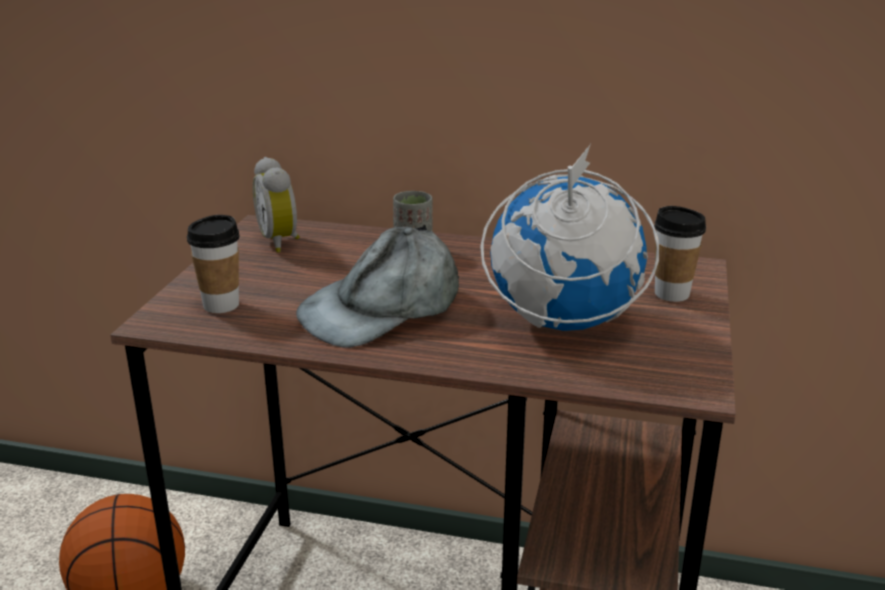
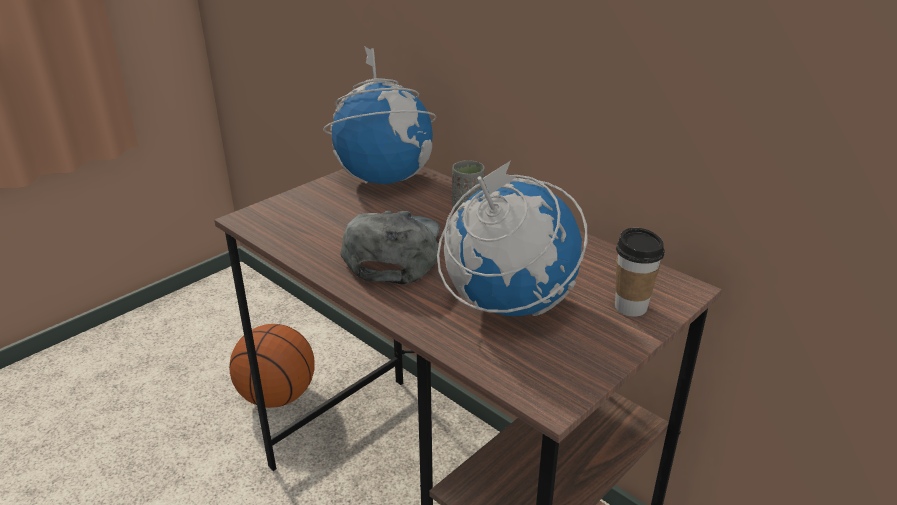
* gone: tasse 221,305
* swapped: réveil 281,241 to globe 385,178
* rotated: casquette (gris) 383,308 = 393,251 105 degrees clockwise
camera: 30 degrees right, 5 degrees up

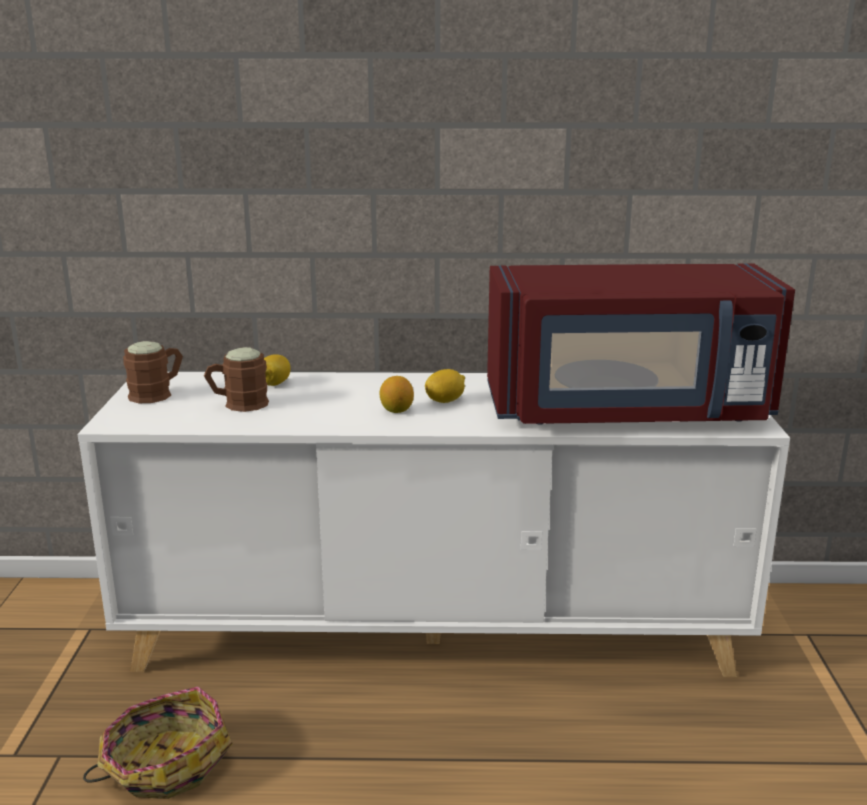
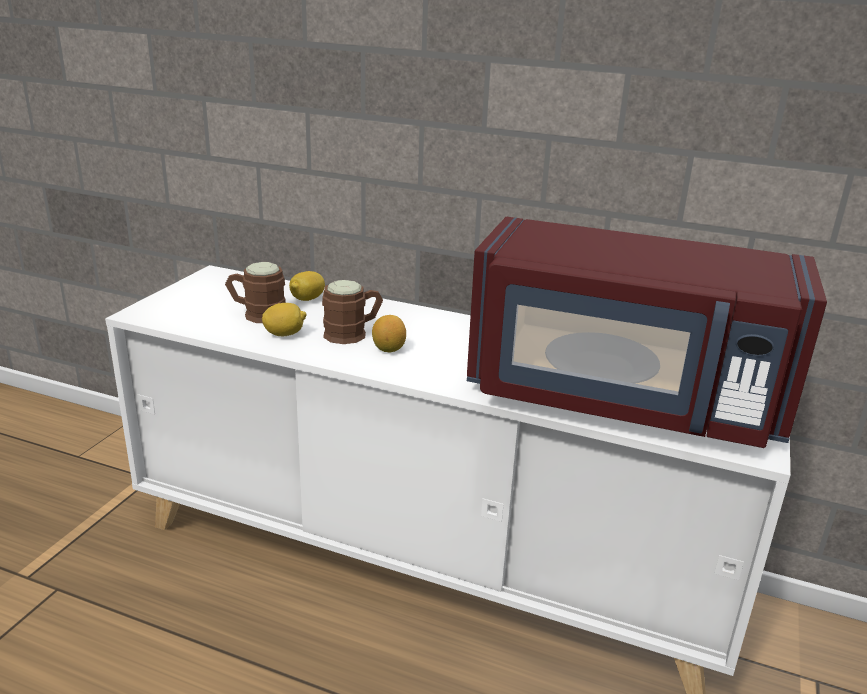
* gone: panier 165,763
* shifted: mug (marron) 157,393 to 353,333
* shifted: citron 445,401 to 284,334
camera: 20 degrees right, 5 degrees up

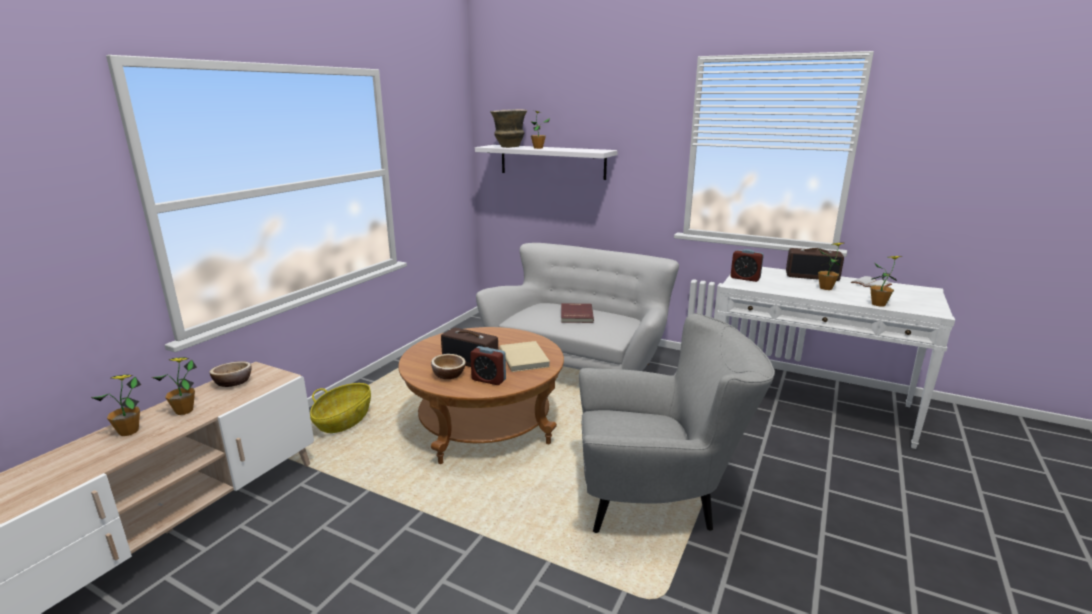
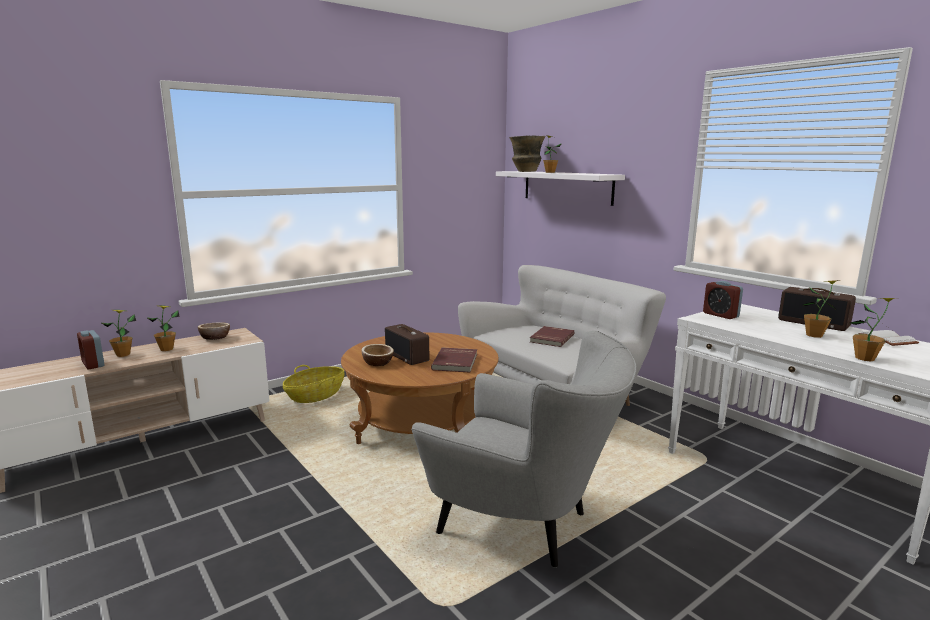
* shifted: réveil 488,380 to 93,364
* repainted: livre (beige) 525,358 to livre (rouge) 456,362
camera: 25 degrees right, 5 degrees down

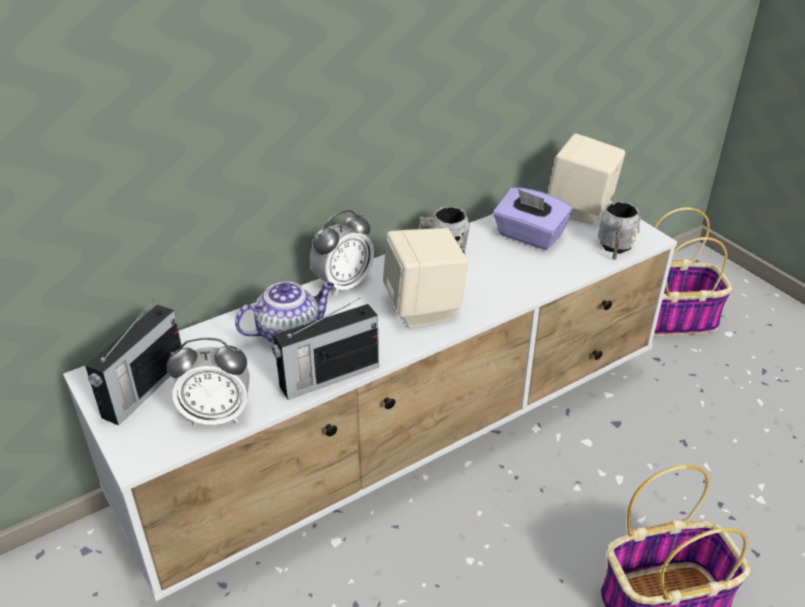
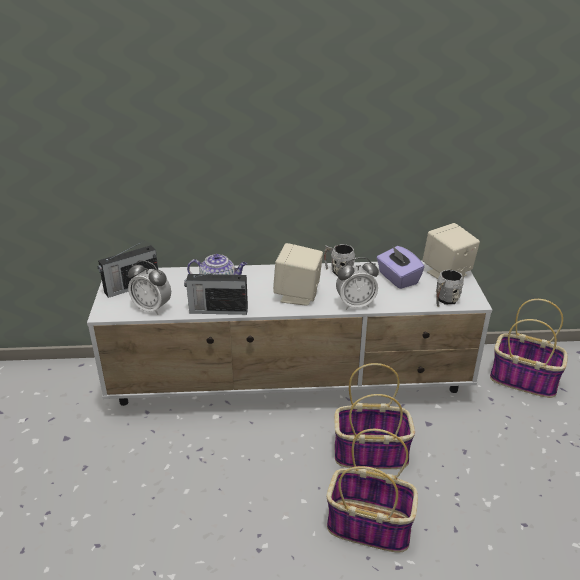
* new: panier 371,453
* shifted: réveil 343,284 to 355,304
camera: 30 degrees right, 5 degrees down

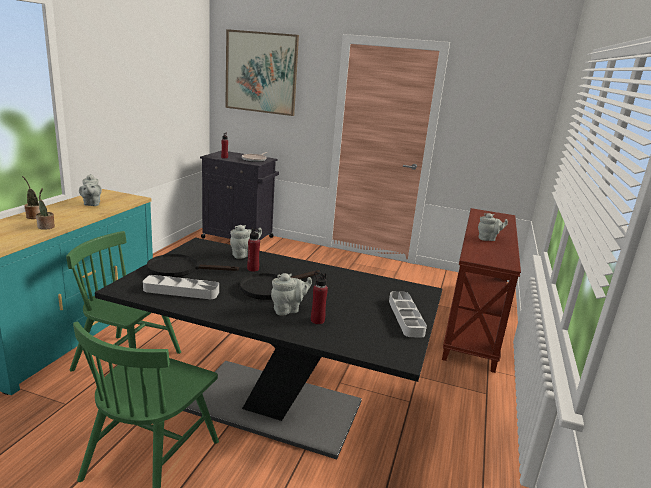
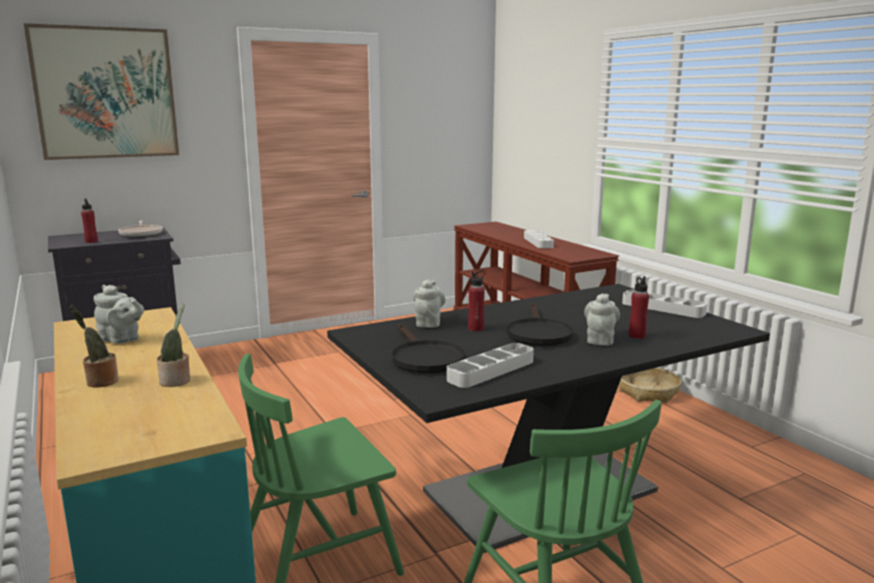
* new: panier 648,392
* swapped: théière (gris) 488,239 to plateau (gris) 538,242
* rotated: poêle (noir) 180,269 = 423,358 60 degrees counterclockwise
camera: 45 degrees left, 5 degrees down

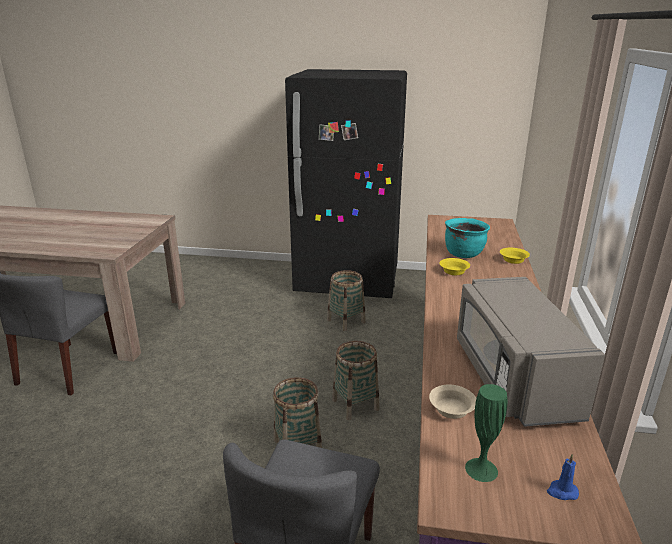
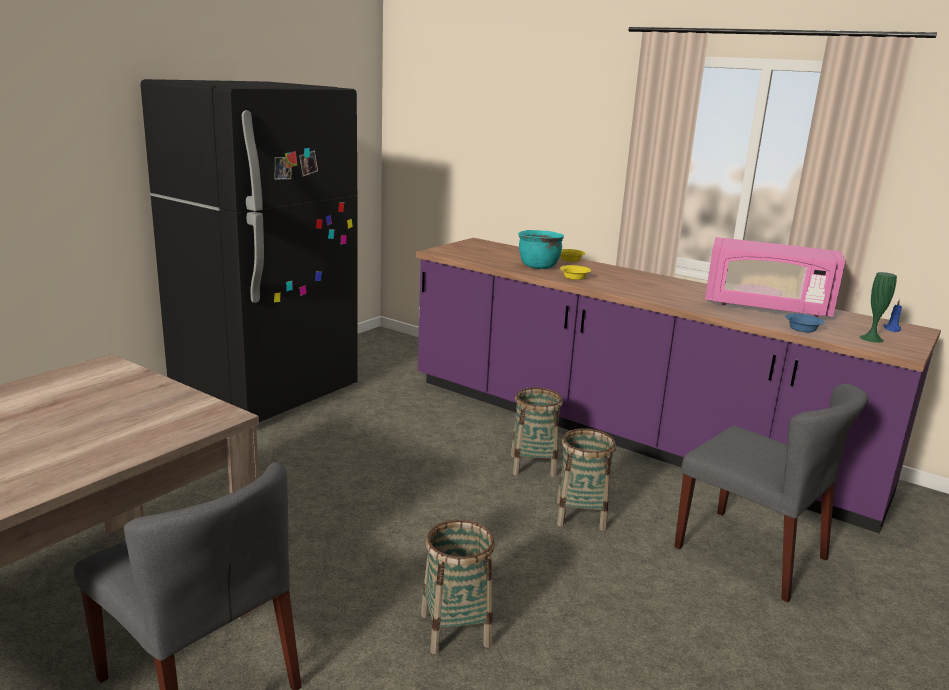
* shifted: panier 346,321 to 456,630
* repainted: bol (beige) 452,410 to bol (bleu) 803,329
* repainted: micro-ondes (gris) 513,378 to micro-ondes (rose) 766,307
camera: 65 degrees left, 5 degrees down

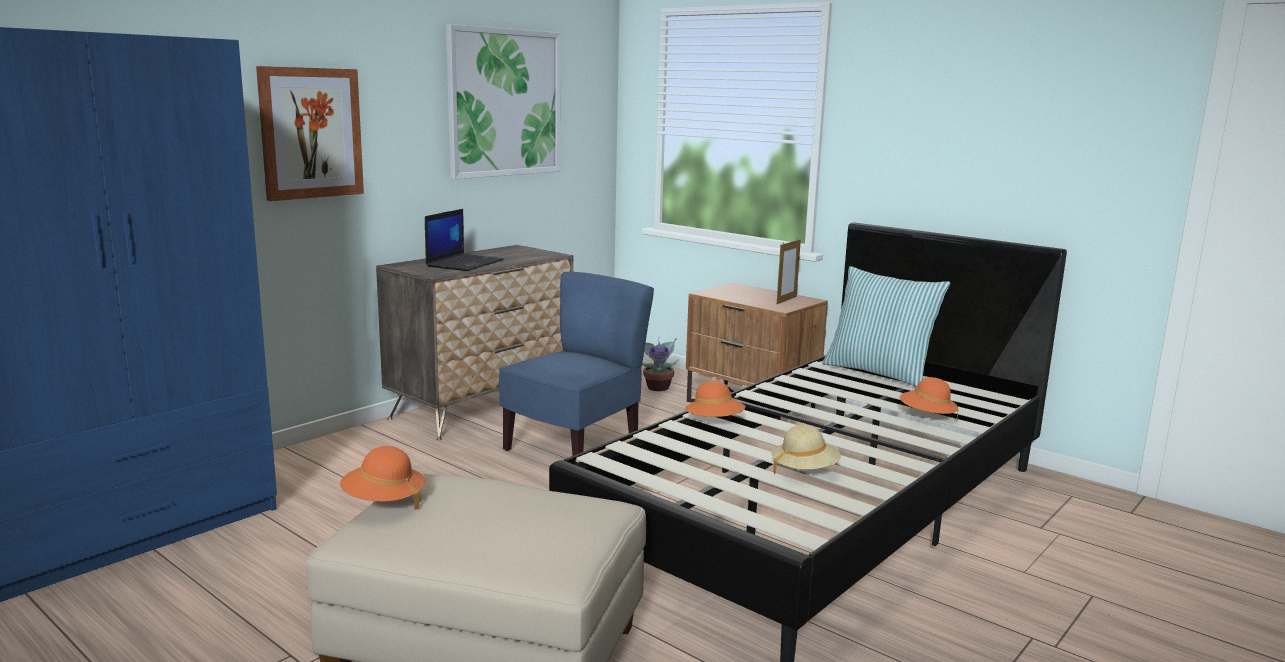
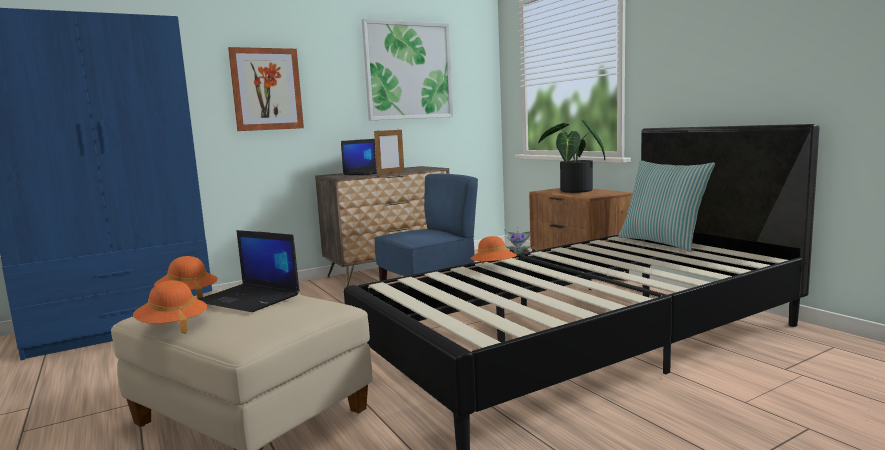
* gone: chapeau (beige) 804,470
* new: ordinateur portable 250,298
* new: plante en pot 573,191
* shifted: cadre photo 786,300 to 390,173
* shifted: chapeau (orange) 927,416 to 172,326
camera: 20 degrees right, 5 degrees down

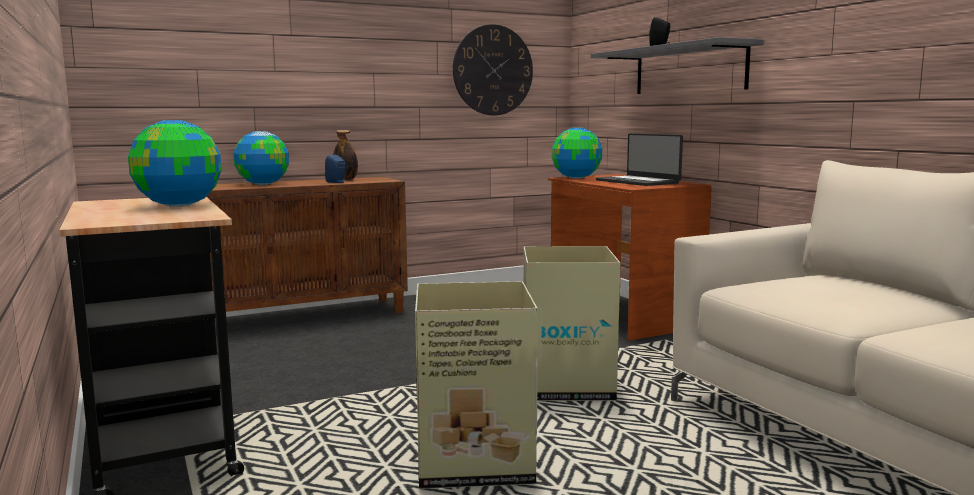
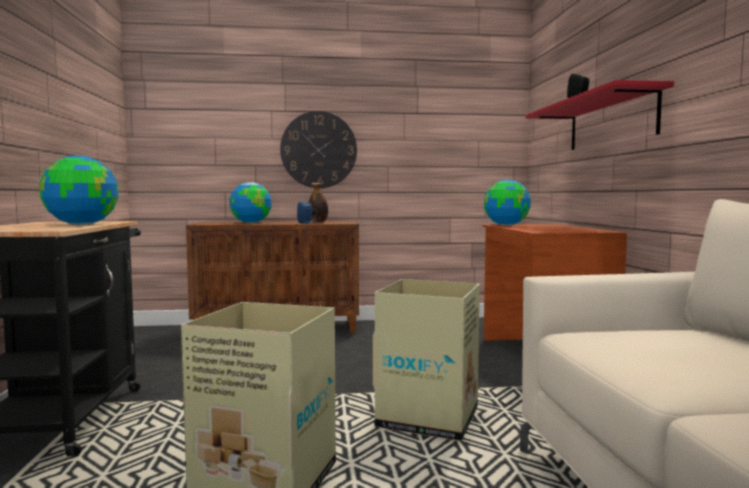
* gone: ordinateur portable 638,181
* shifted: horloge murale 493,70 to 318,150
* repainted: étagère (gris) 689,70 to étagère (rouge) 610,122
camera: 20 degrees right, 5 degrees down

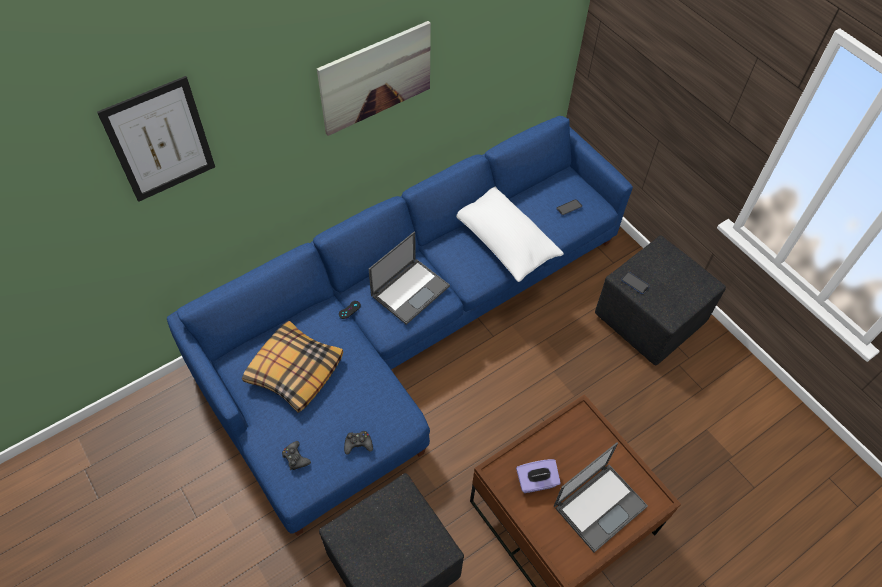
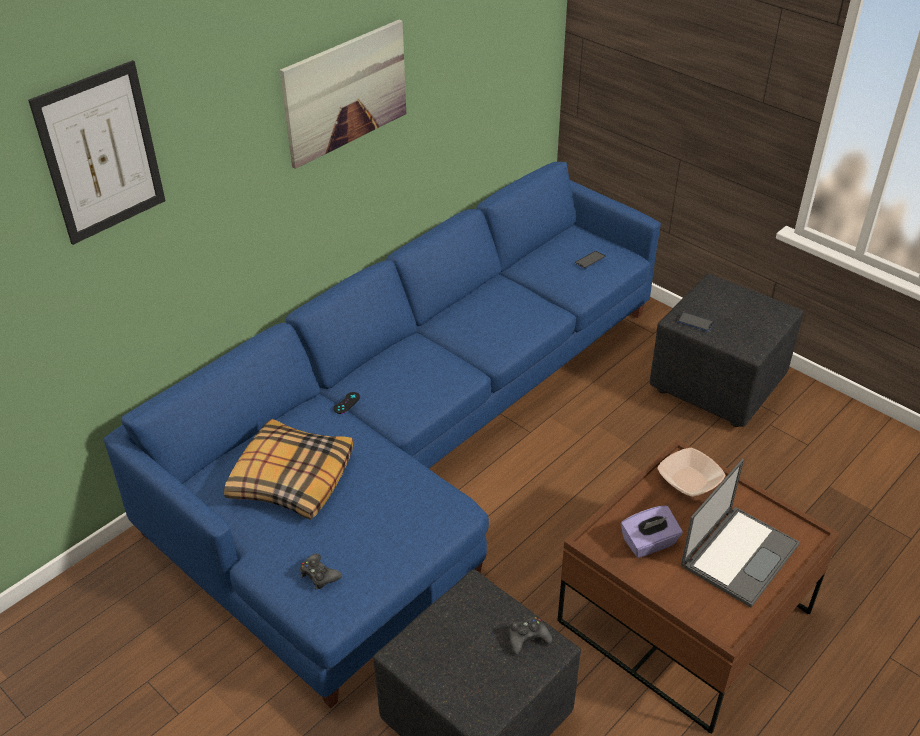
* gone: ordinateur portable 410,290
* gone: coussin (blanc) 504,242
* new: bol 689,480
* shifted: manette (noir) 358,444 to 527,638
camera: 10 degrees left, 15 degrees down

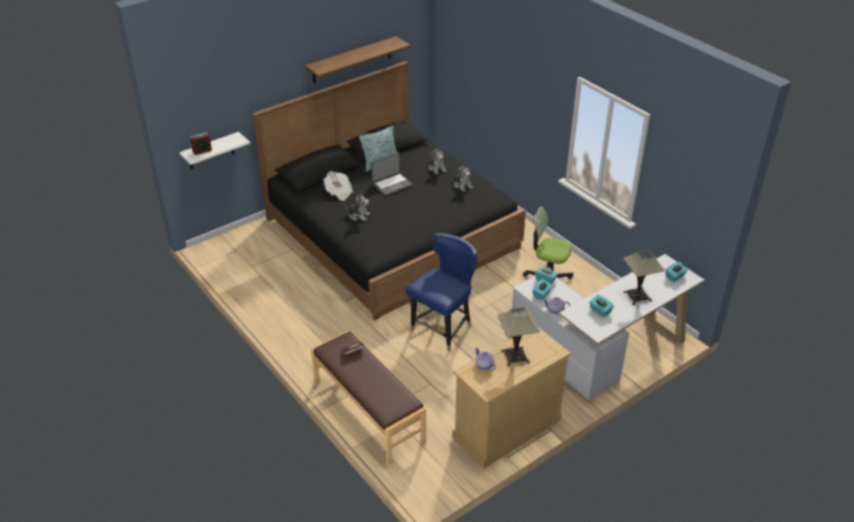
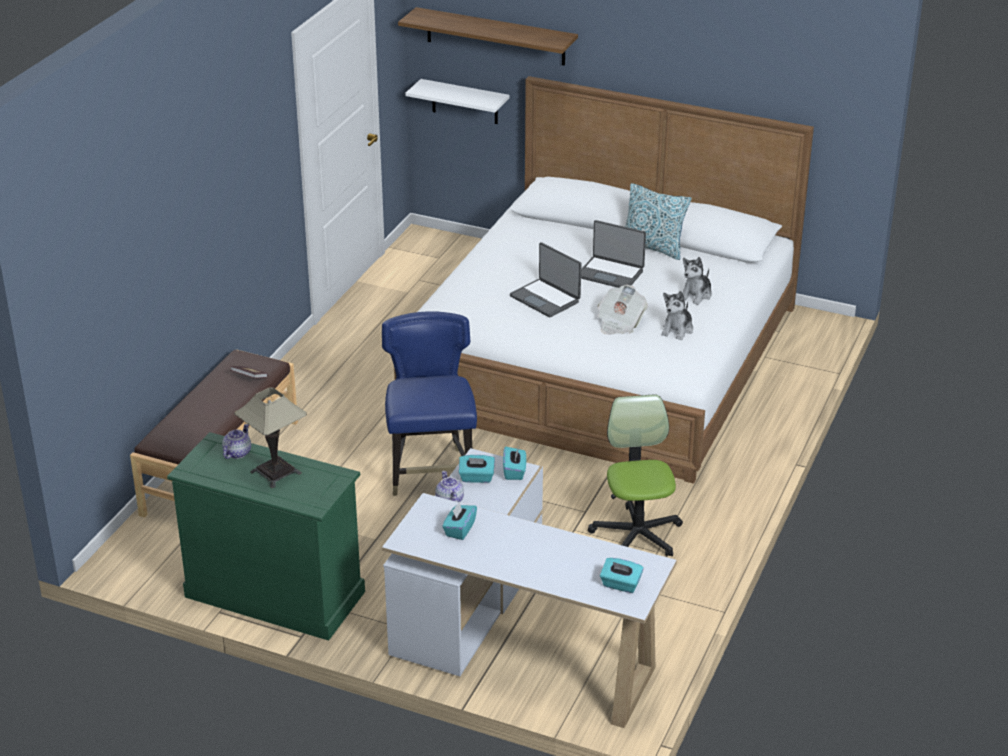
* gone: réveil 202,151
* gone: peluche 358,215
* gone: lampe de table 637,296
* new: ordinateur portable 546,299
* shifted: étagère 352,60 to 495,36
* shifted: journal 339,192 to 619,323
* repainted: lit (noir) 391,232 to lit (blanc) 603,356
* repainted: commode (beige) 506,428 to commode (vert) 275,594
* rotated: chaise (bleu) 443,329 = 431,472 105 degrees counterclockwise
camera: 60 degrees right, 5 degrees down

